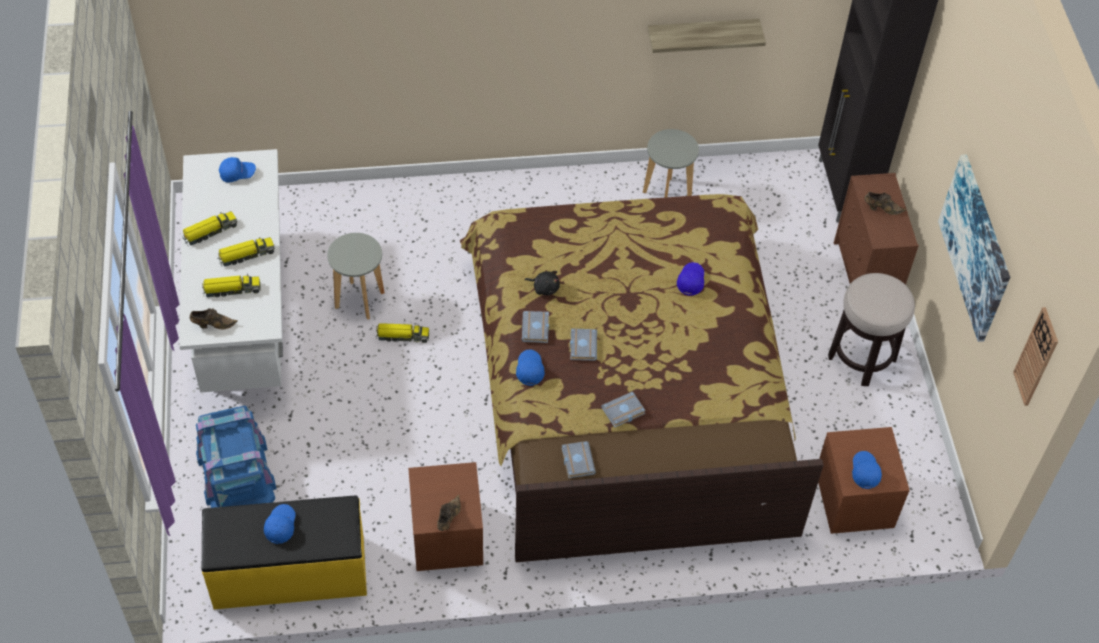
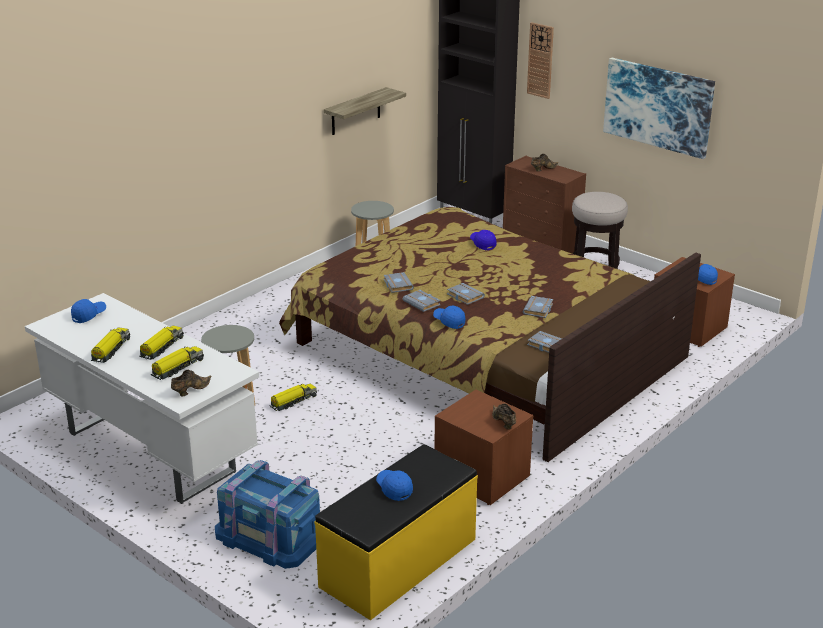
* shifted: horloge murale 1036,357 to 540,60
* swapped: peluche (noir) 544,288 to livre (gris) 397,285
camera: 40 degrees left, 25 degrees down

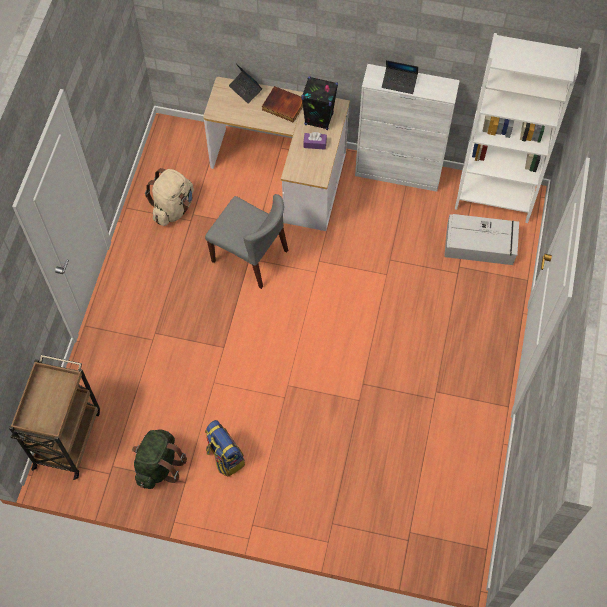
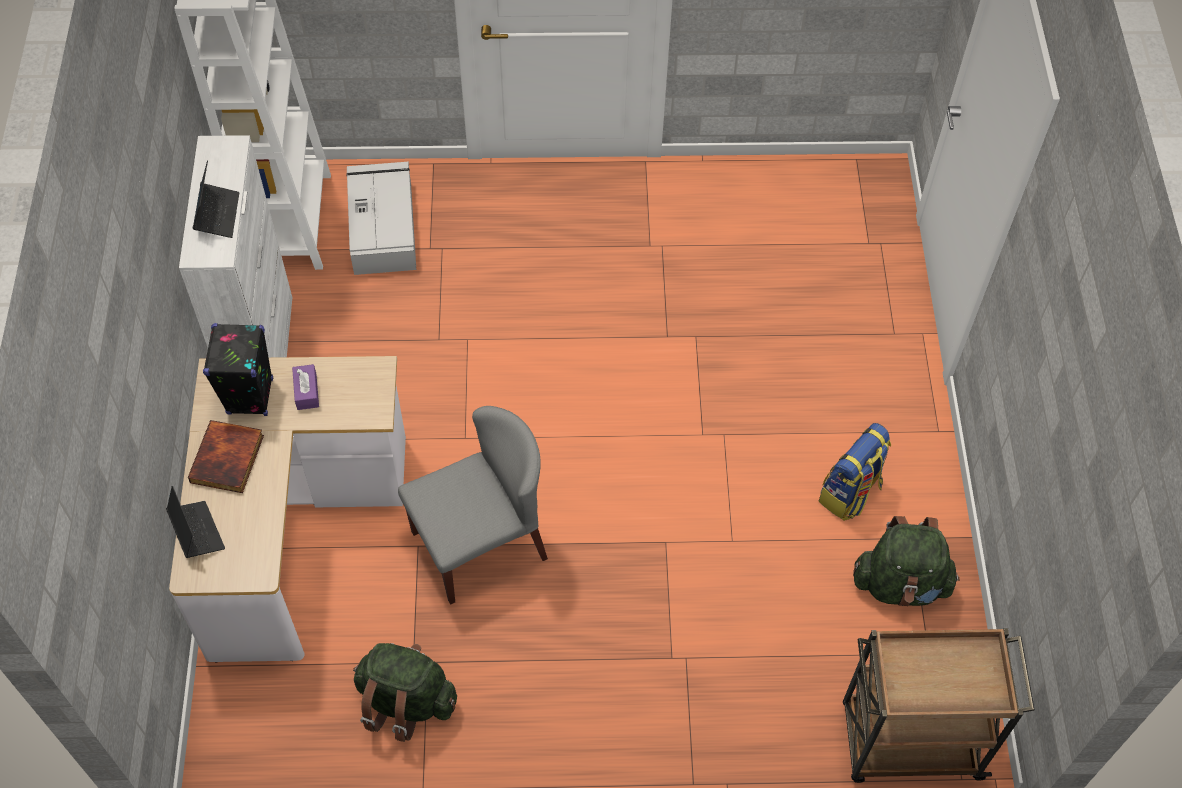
* repainted: sac à dos (beige) 173,208 to sac à dos (vert) 406,701
* rotated: chaise (gris) 250,256 = 479,544 45 degrees clockwise
* rotated: ordinateur portable 245,89 = 196,532 60 degrees counterclockwise
camera: 105 degrees left, 5 degrees down

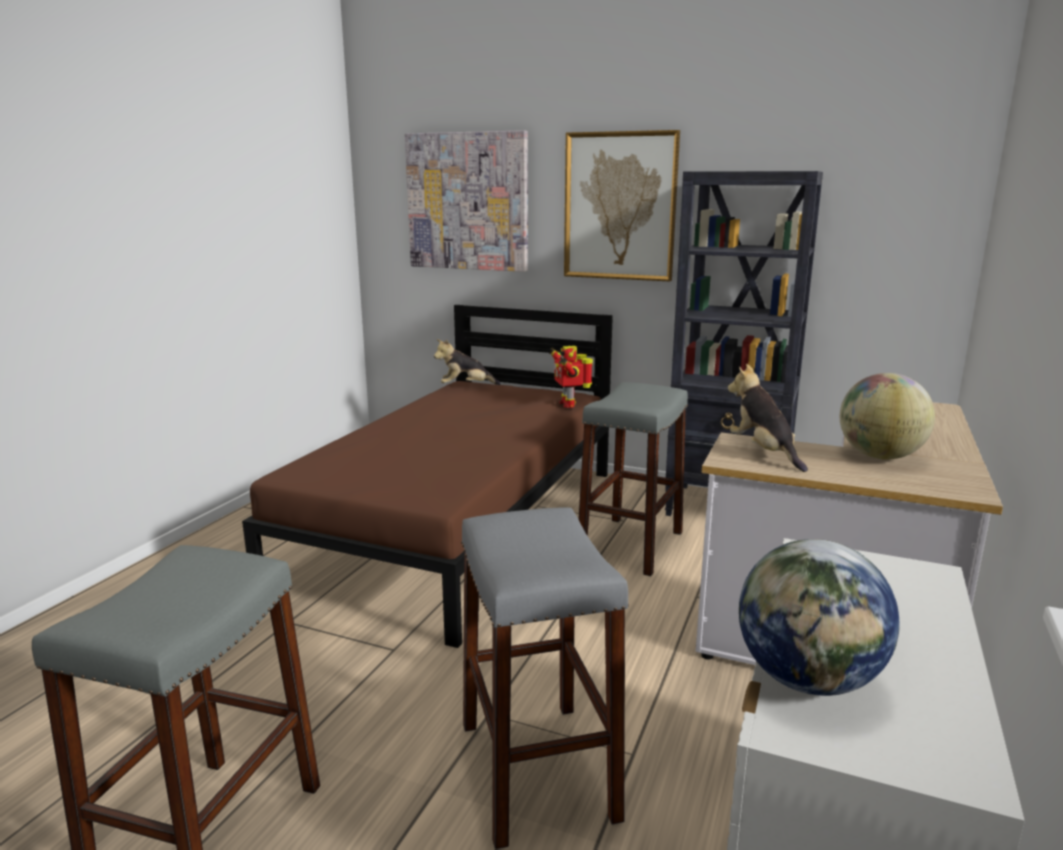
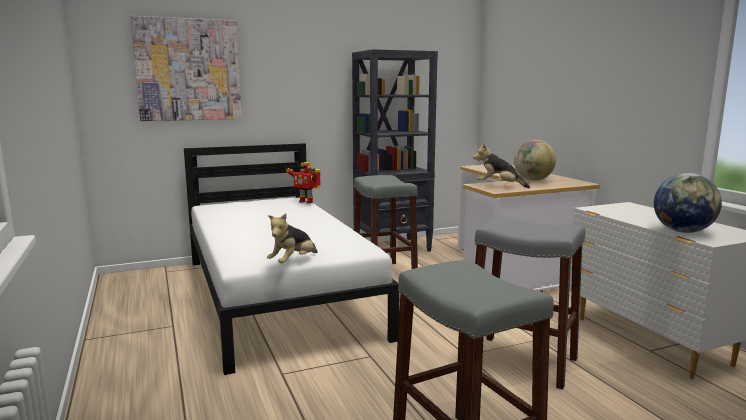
* gone: tableau 620,206
* shifted: peluche 465,387 to 293,262
* repainted: lit (marron) 460,525 to lit (blanc) 278,296
camera: 45 degrees left, 5 degrees down

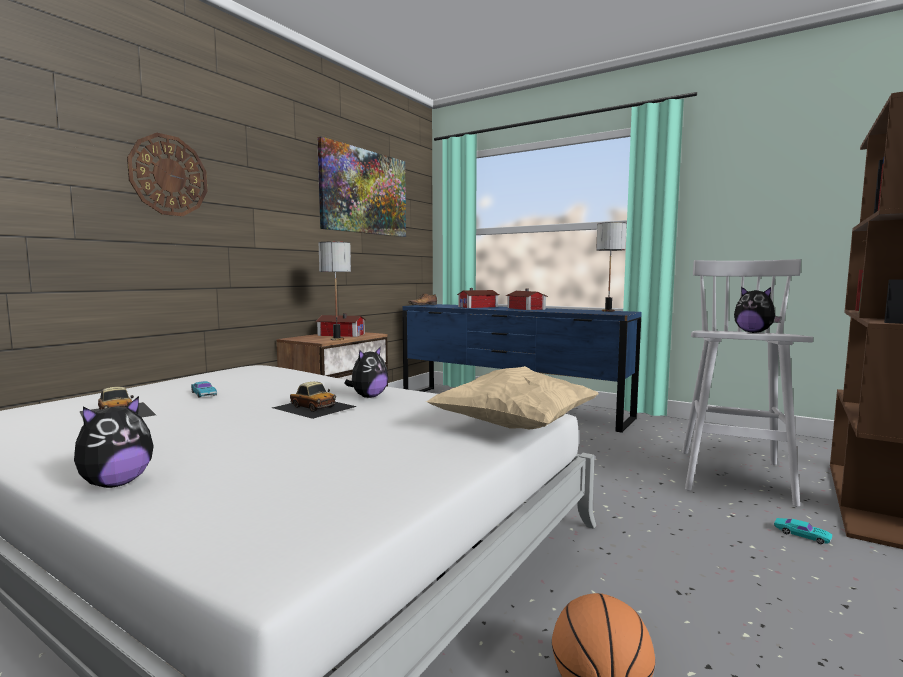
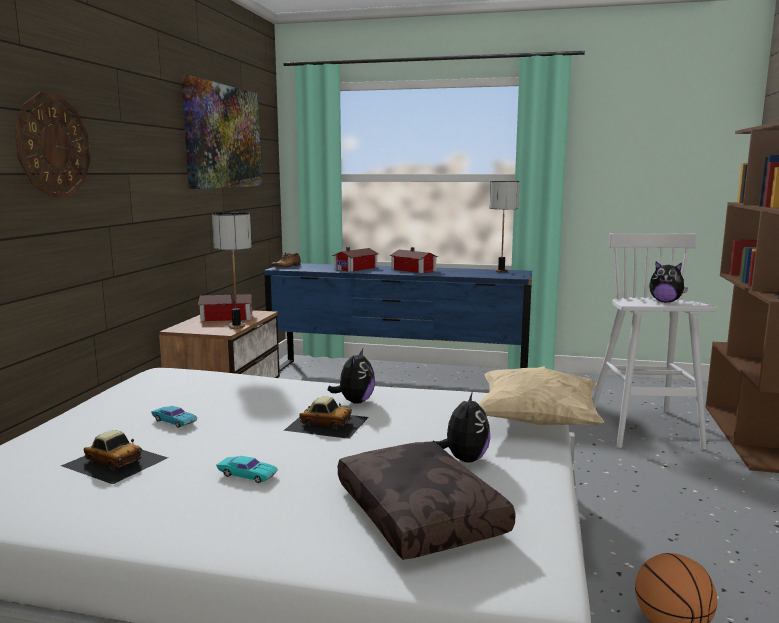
* new: coussin (marron) 422,514
* shifted: peluche 115,484 to 464,459
* shifted: petite voiture (turquoise) 802,535 to 247,474
camera: 20 degrees left, 5 degrees up

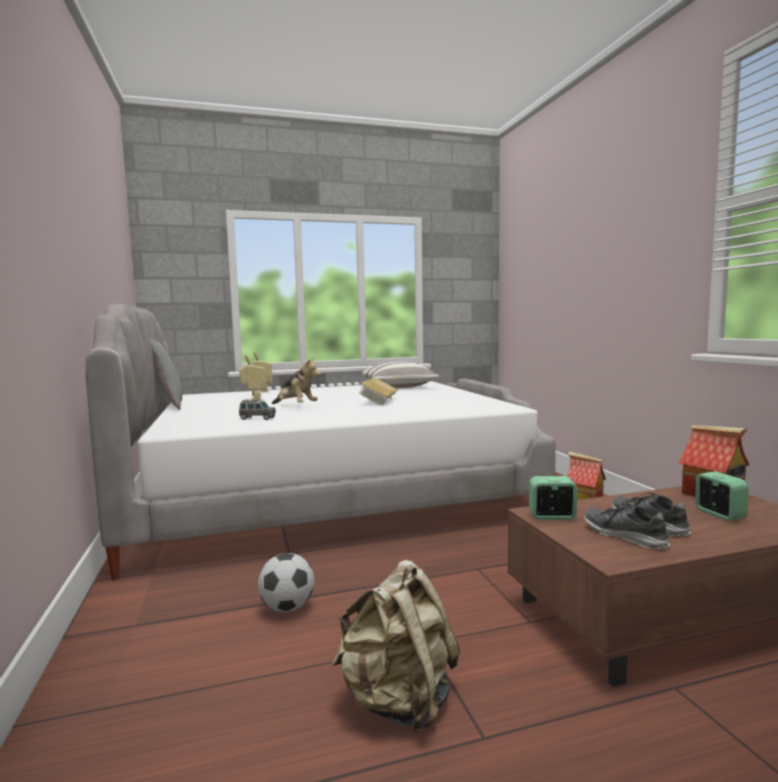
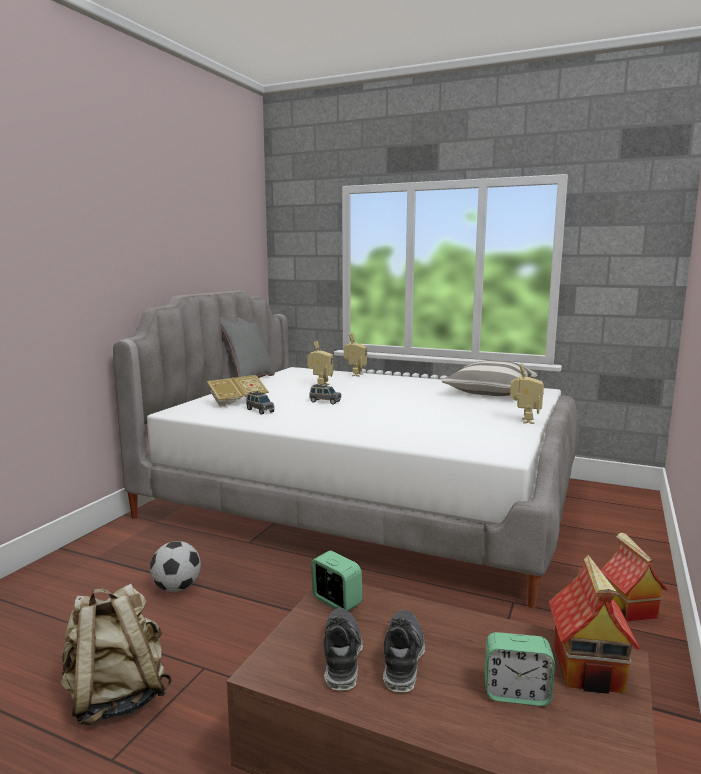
* new: robot jouet 524,421
* shifted: livre 378,402 to 237,402
* swapped: peluche 295,406 to petite voiture (gris) 324,402
* rotated: réveil 719,514 = 516,693 75 degrees clockwise
camera: 40 degrees right, 5 degrees up

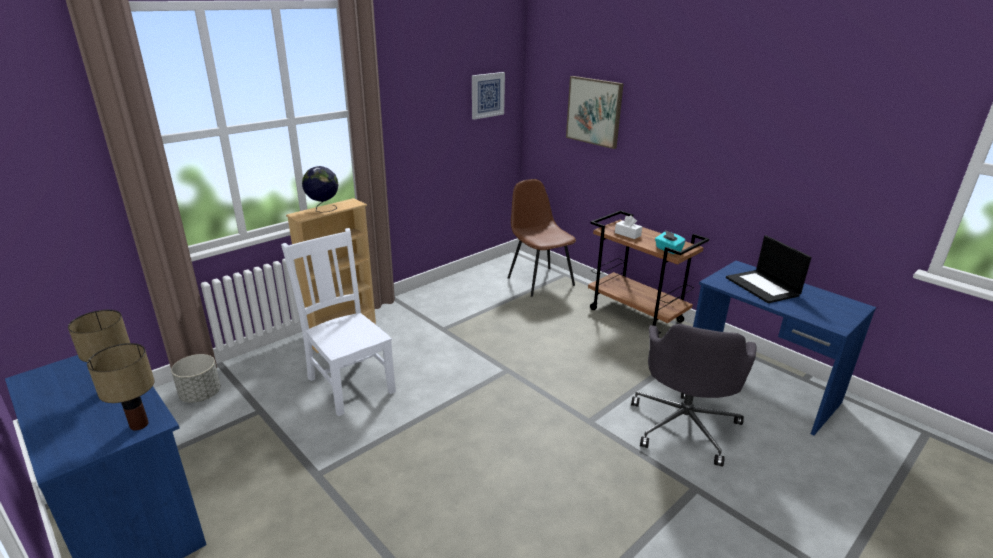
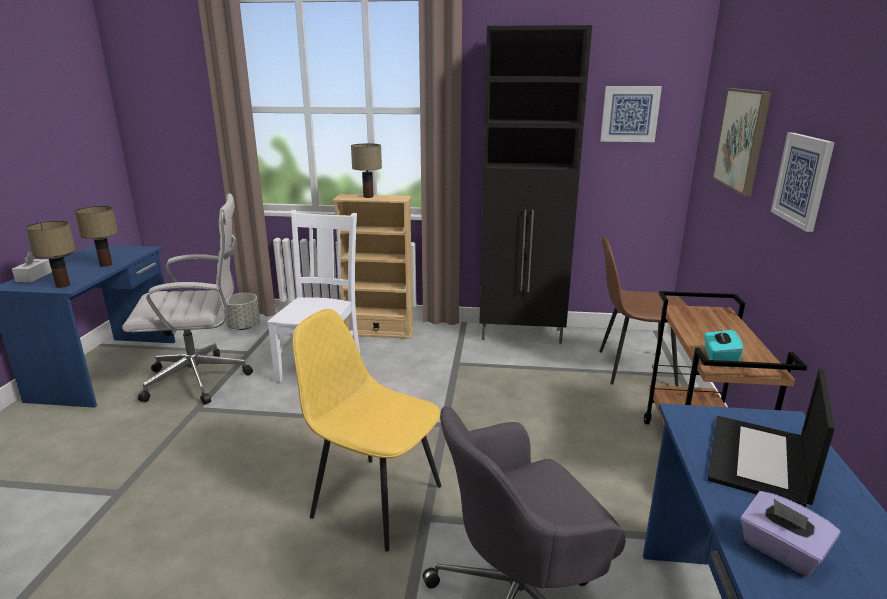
* new: chaise de bureau (blanc) 202,379
* new: chaise (jaune) 375,500
* new: meuble de rangement (noir) 522,335
* new: boîte à mouchoirs (violet) 781,551
* new: tableau 803,180
* shifted: boîte à mouchoirs (blanc) 627,234 to 34,276
* swapped: globe 323,209 to lampe de table 367,197
* rotated: chaise (marron) 540,281 = 633,368 105 degrees counterclockwise
camera: 50 degrees right, 5 degrees down

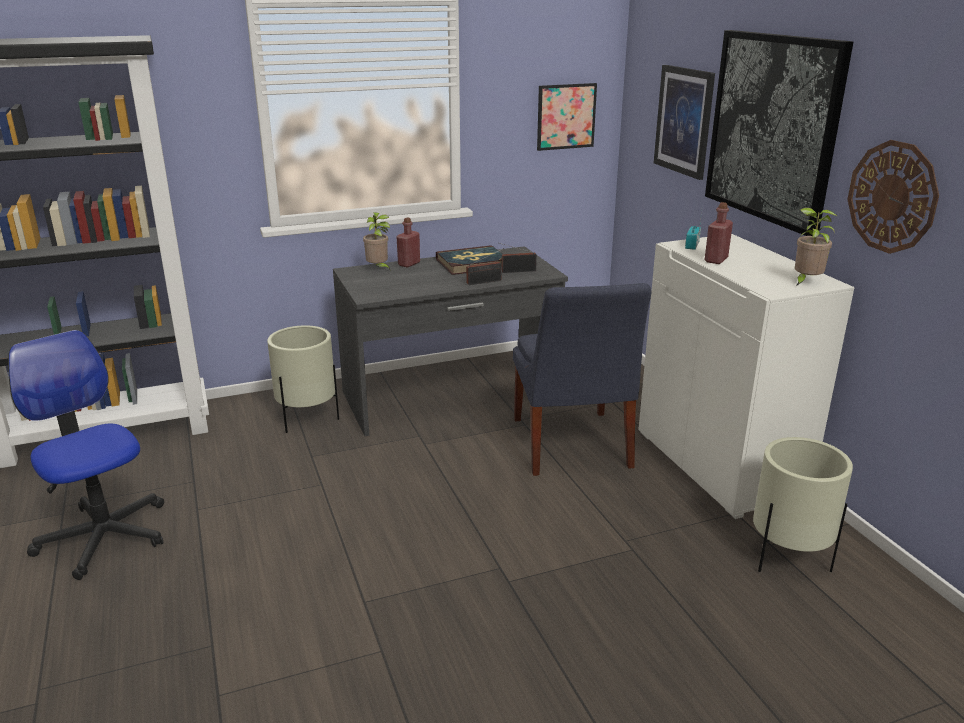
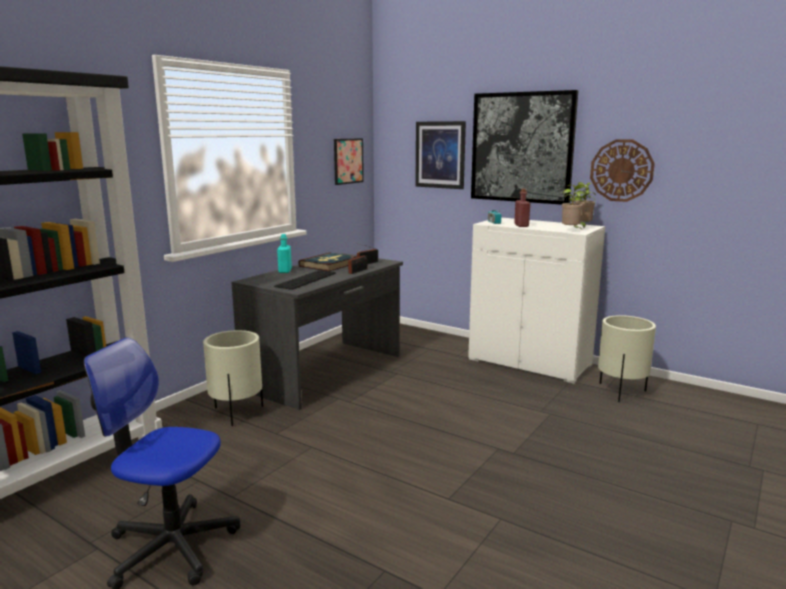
* gone: chaise (bleu) 571,446
* new: clavier 306,280
* shifted: plante en pot 378,269 to 571,231
* repainted: bouteille (rouge) 409,264 to bouteille (turquoise) 285,271
camera: 35 degrees left, 10 degrees down

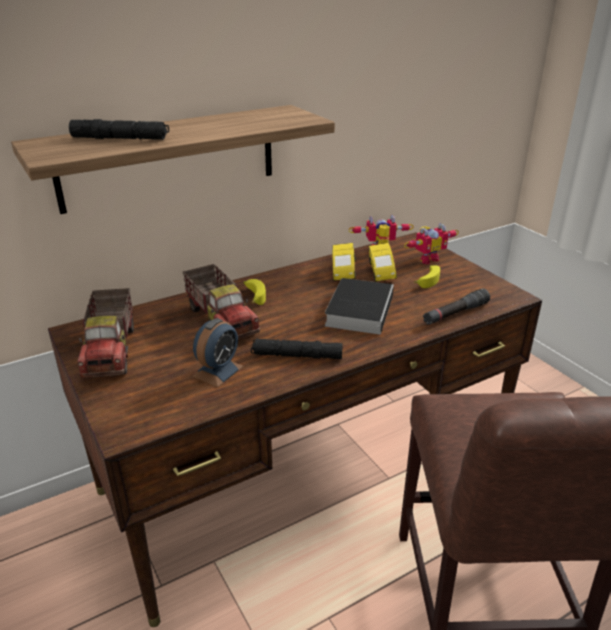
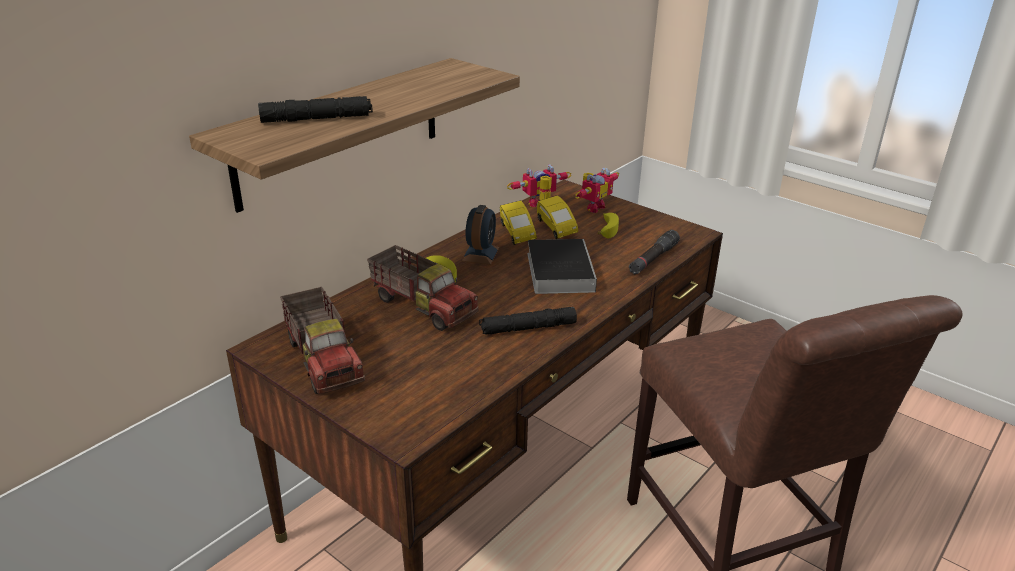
* shifted: réveil 218,371 to 480,254
camera: 20 degrees left, 0 degrees up

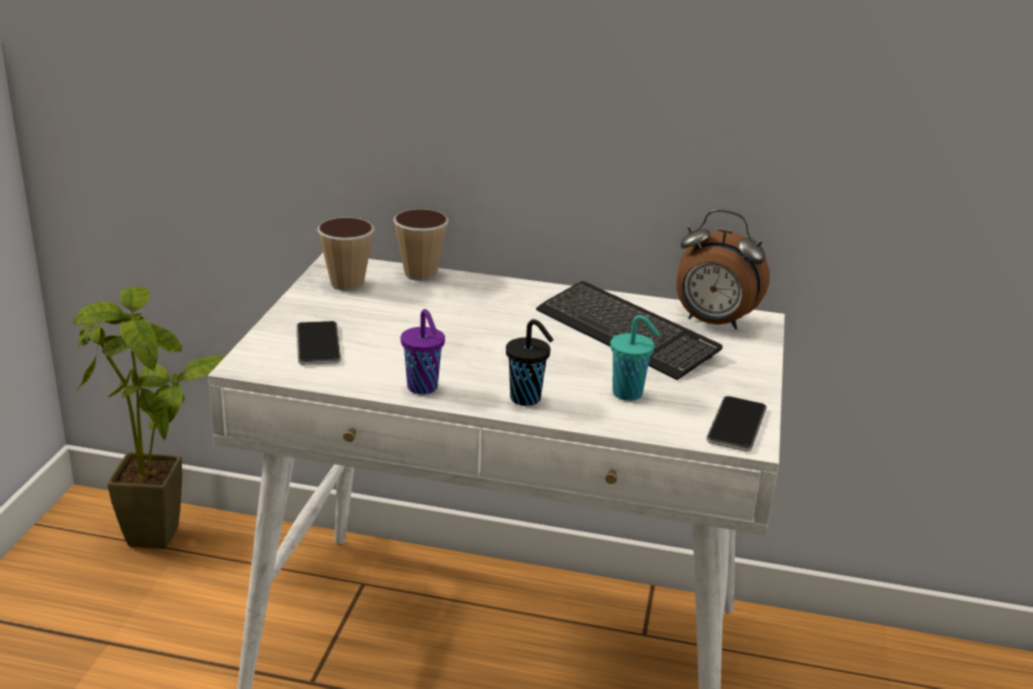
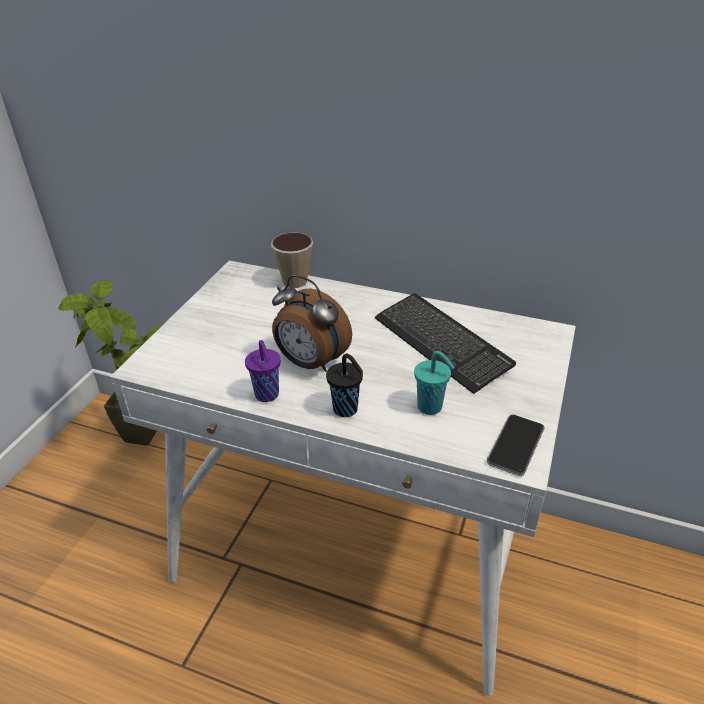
* gone: téléphone 318,344
* gone: tasse 347,284
* shifted: réveil 713,323 to 310,363
camera: 10 degrees right, 10 degrees up

